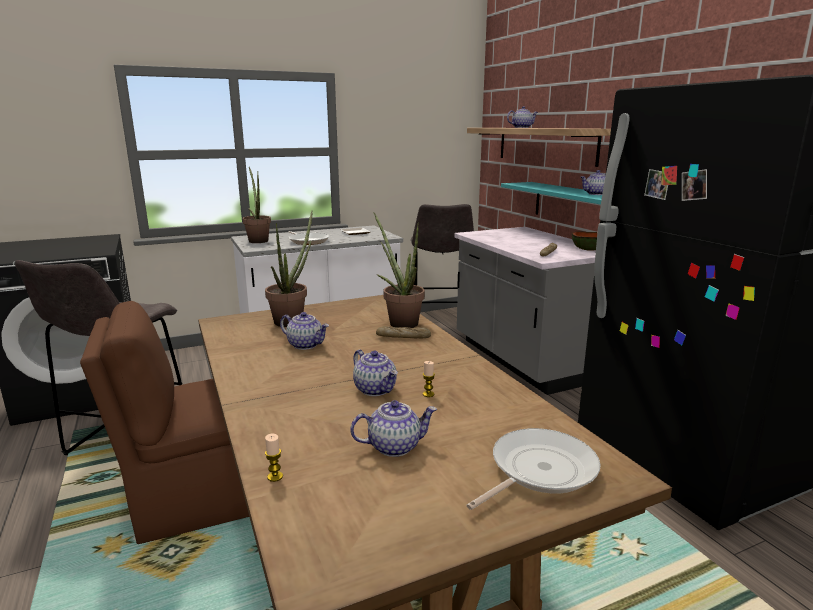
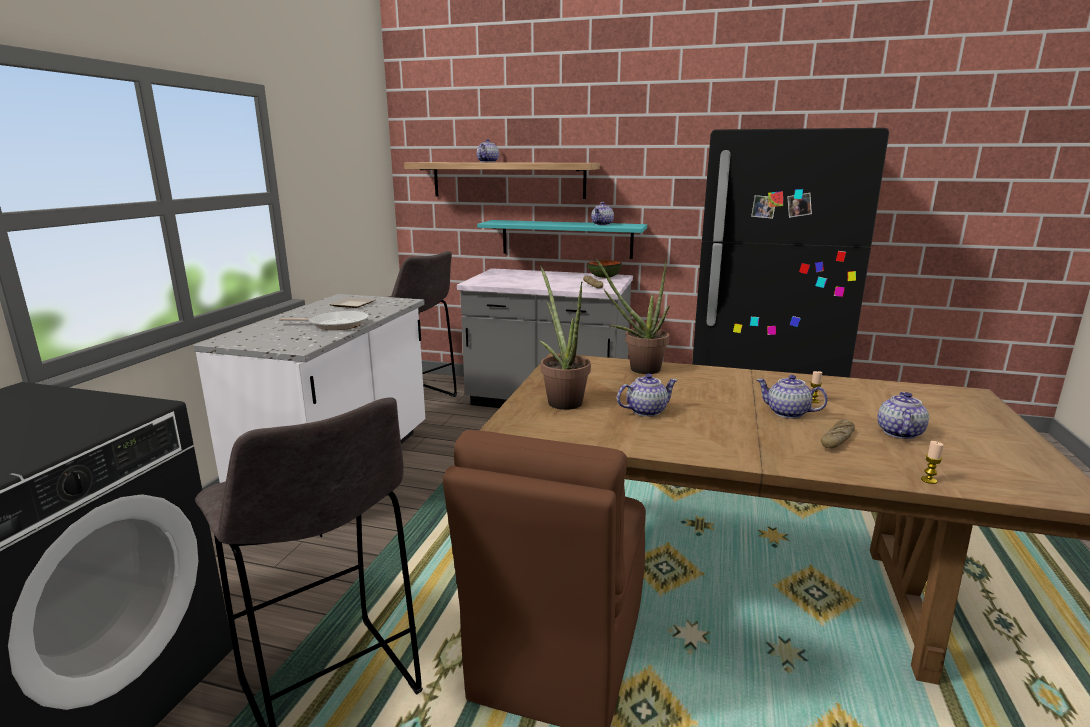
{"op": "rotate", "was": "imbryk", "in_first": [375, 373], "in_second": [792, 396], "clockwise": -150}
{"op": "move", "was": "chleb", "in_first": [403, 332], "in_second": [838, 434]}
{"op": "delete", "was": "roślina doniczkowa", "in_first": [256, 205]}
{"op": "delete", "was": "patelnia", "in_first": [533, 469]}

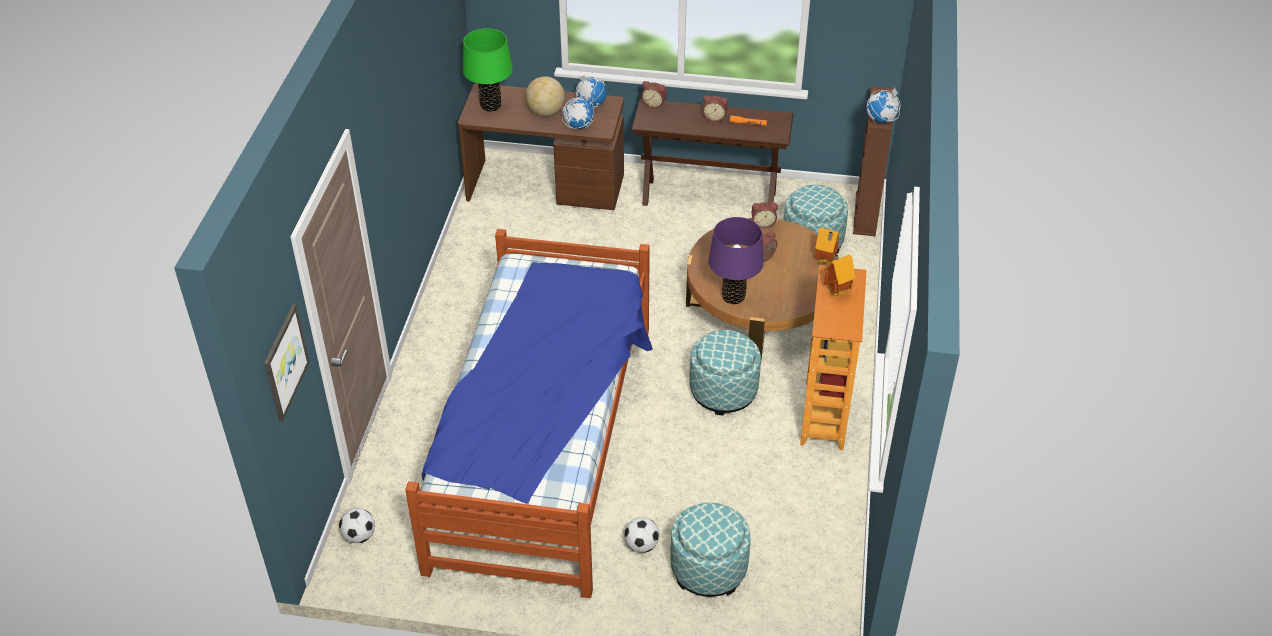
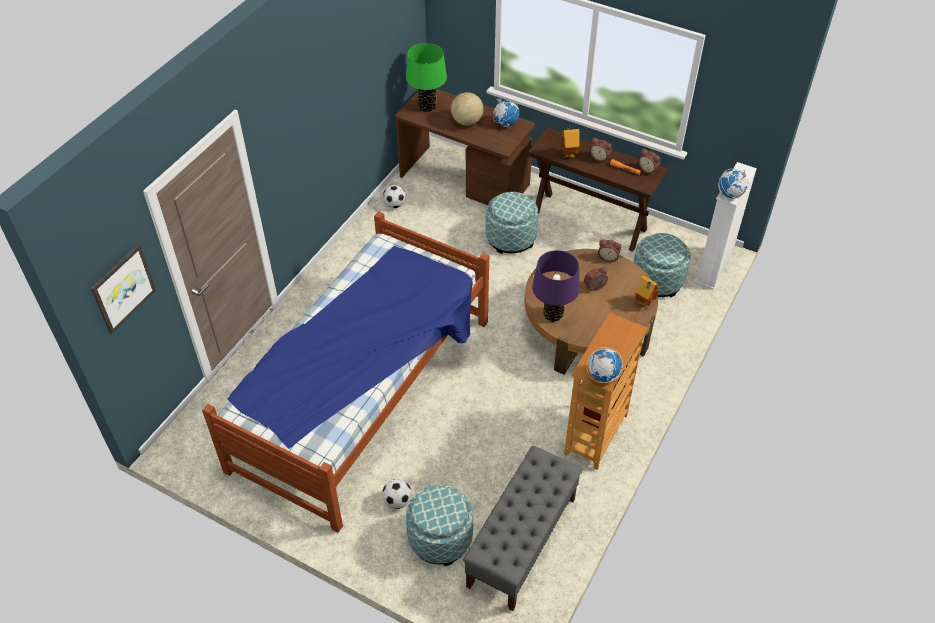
{"op": "move", "was": "piłka futbolowa", "in_first": [357, 525], "in_second": [394, 196]}
{"op": "insert", "now": "ławka [szary]", "in_second": [522, 528]}
{"op": "move", "was": "pufa", "in_first": [725, 372], "in_second": [512, 223]}
{"op": "move", "was": "domek", "in_first": [839, 276], "in_second": [570, 142]}
{"op": "move", "was": "globus", "in_first": [578, 113], "in_second": [604, 365]}
{"op": "move", "was": "budzik", "in_first": [654, 94], "in_second": [649, 161]}
{"op": "recolor", "was": "regał [brązowy]", "now": "regał [biały]", "in_first": [873, 161], "in_second": [726, 225]}

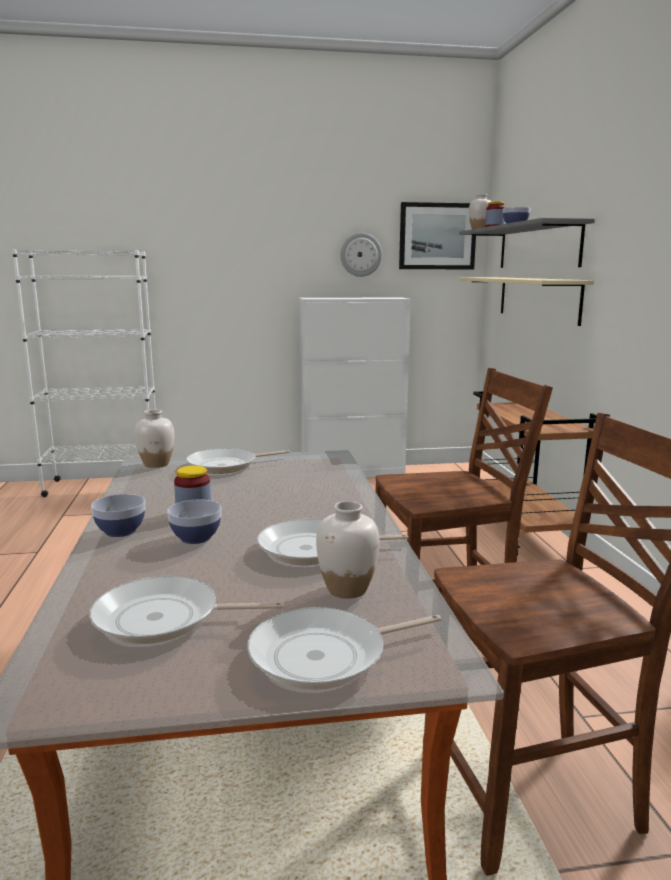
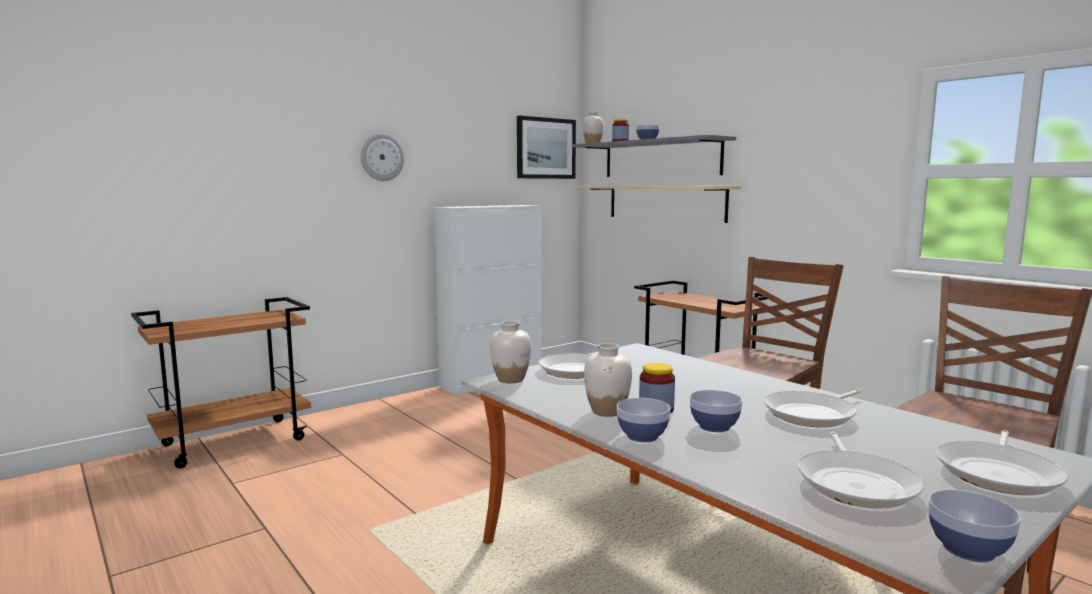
{"op": "replace", "was": "regał [biały]", "now": "wózek [brązowy]", "in_first": [84, 373], "in_second": [221, 383]}
{"op": "move", "was": "zegar ścienny", "in_first": [361, 255], "in_second": [382, 157]}
{"op": "move", "was": "wazon [biały]", "in_first": [347, 550], "in_second": [608, 380]}
{"op": "rotate", "was": "patelnia", "in_first": [186, 610], "in_second": [861, 470], "clockwise": -45}
{"op": "insert", "now": "miska", "in_second": [974, 525]}

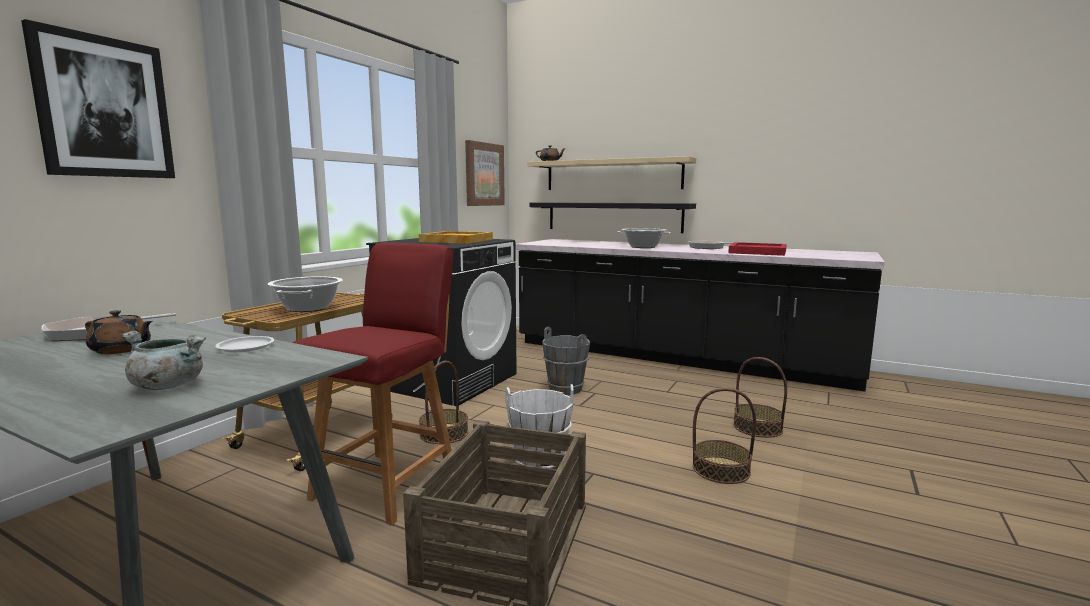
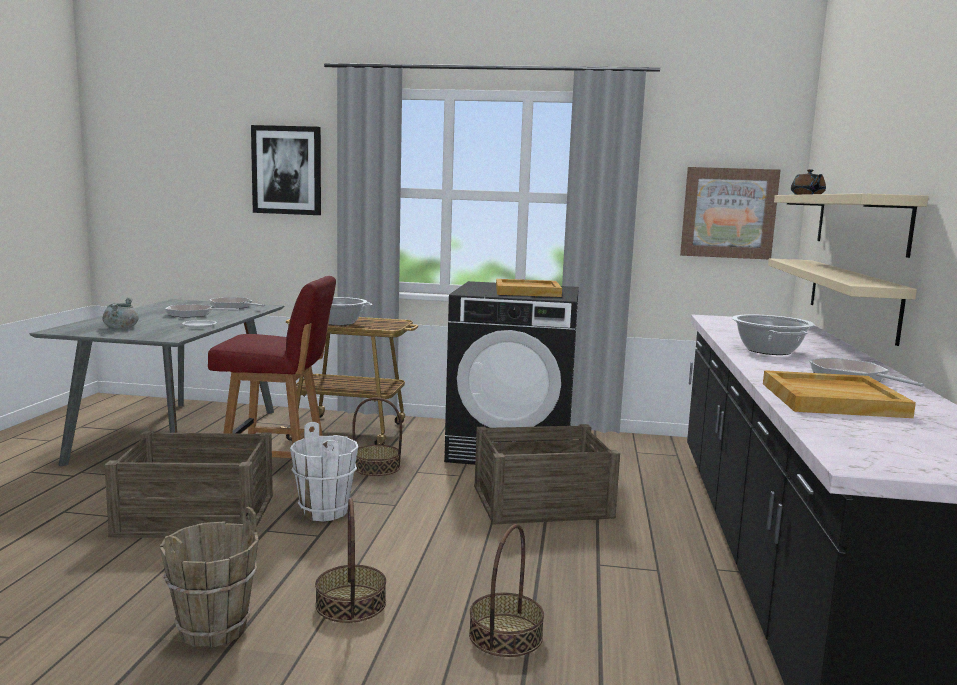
{"op": "insert", "now": "wiadro [brązowy]", "in_second": [209, 577]}
{"op": "replace", "was": "imbryk [brązowy]", "now": "patelnia", "in_first": [119, 332], "in_second": [202, 311]}
{"op": "replace", "was": "wiadro [szary]", "now": "skrzynka", "in_first": [566, 361], "in_second": [547, 474]}
{"op": "recolor", "was": "taca [czerwony]", "now": "taca [beżowy]", "in_first": [757, 249], "in_second": [839, 394]}
{"op": "recolor", "was": "półka [czarny]", "now": "półka [beżowy]", "in_first": [612, 217], "in_second": [842, 302]}

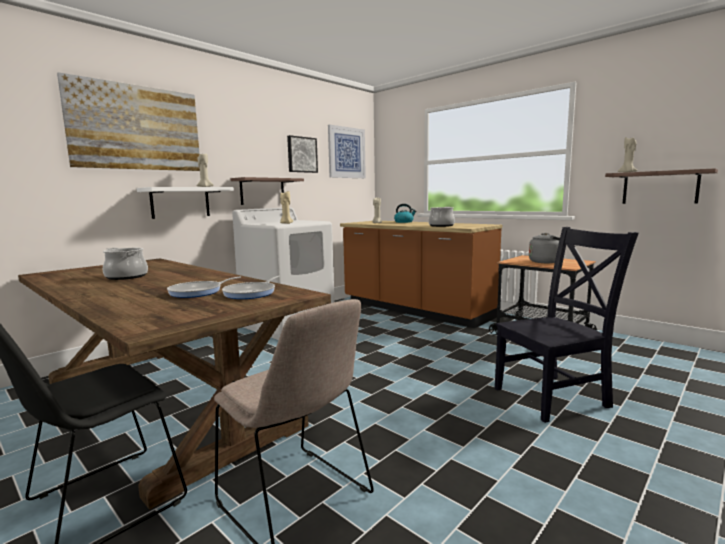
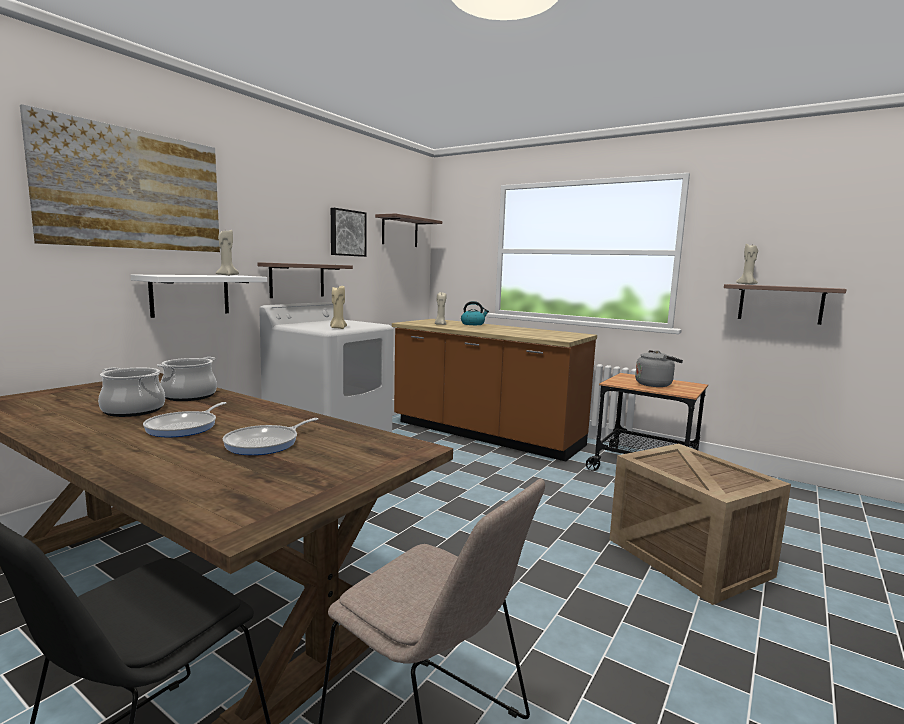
{"op": "move", "was": "patelnia", "in_first": [251, 287], "in_second": [184, 419]}
{"op": "move", "was": "garnek", "in_first": [441, 217], "in_second": [187, 379]}
{"op": "replace", "was": "obraz", "now": "półka", "in_first": [347, 151], "in_second": [408, 230]}
{"op": "replace", "was": "krzesło [czarny]", "now": "skrzynka", "in_first": [567, 325], "in_second": [700, 524]}

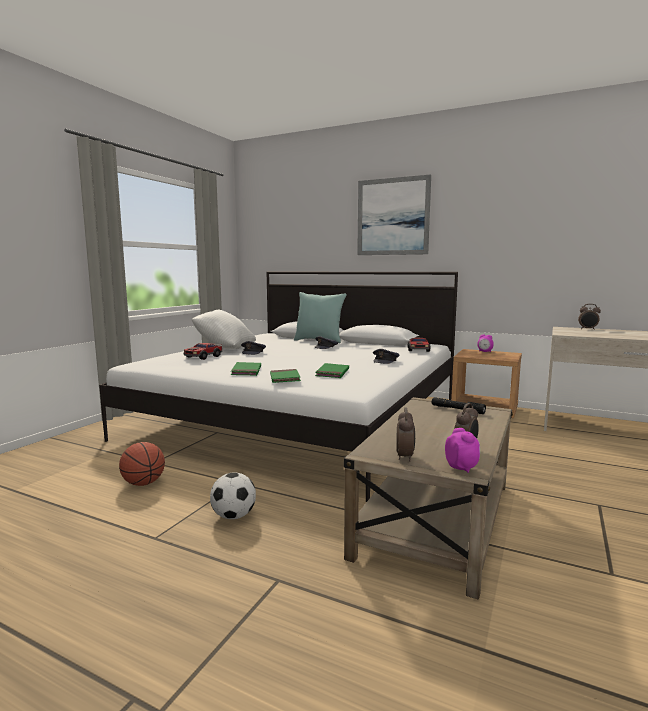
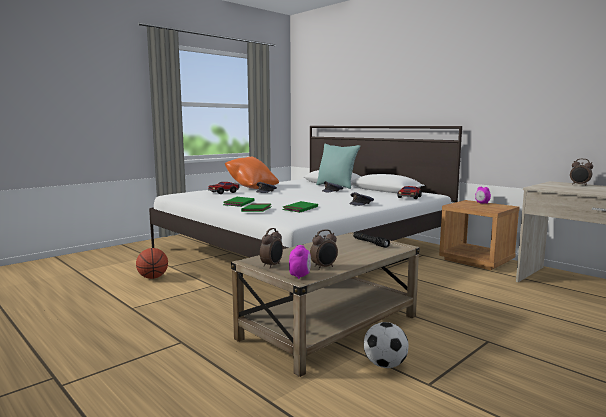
{"op": "recolor", "was": "poduszka [biały]", "now": "poduszka [pomarańczowy]", "in_first": [224, 330], "in_second": [252, 173]}
{"op": "move", "was": "piłka futbolowa", "in_first": [233, 495], "in_second": [386, 345]}
{"op": "delete", "was": "obraz", "in_first": [394, 214]}

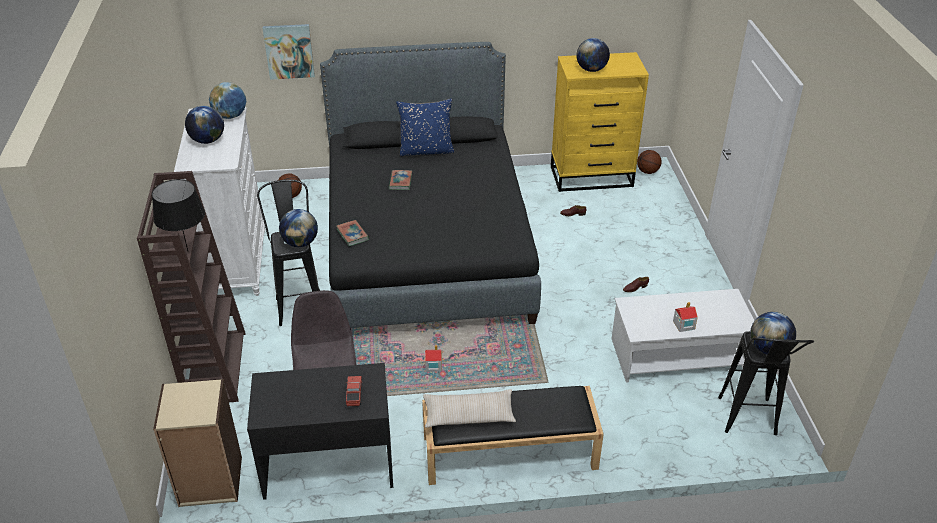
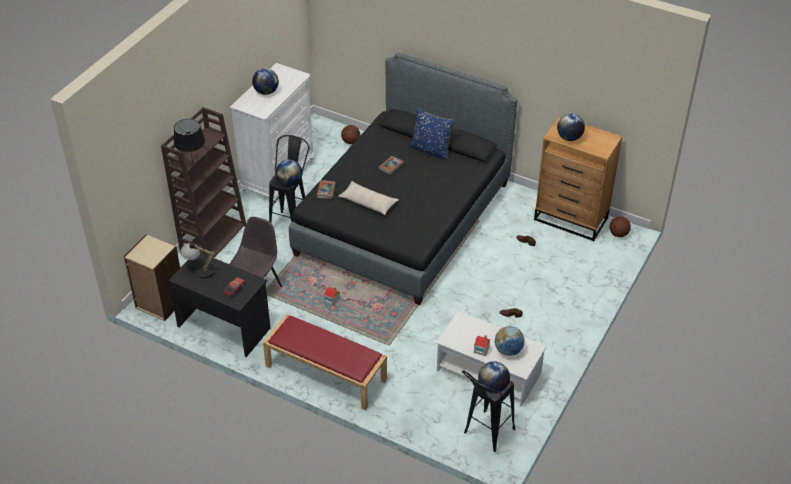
{"op": "insert", "now": "lampa stołowa", "in_second": [200, 260]}
{"op": "recolor", "was": "ławka [czarny]", "now": "ławka [czerwony]", "in_first": [513, 435], "in_second": [325, 362]}
{"op": "move", "was": "poduszka [beżowy]", "in_first": [469, 408], "in_second": [368, 198]}
{"op": "move", "was": "globus", "in_first": [227, 100], "in_second": [510, 341]}
{"op": "recolor", "was": "komoda [żółty]", "now": "komoda [brązowy]", "in_first": [600, 122], "in_second": [578, 178]}
{"op": "delete", "was": "obraz", "in_first": [289, 52]}

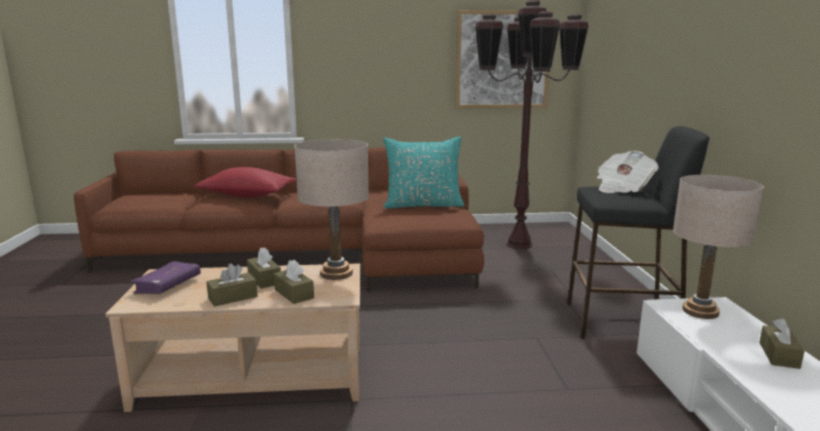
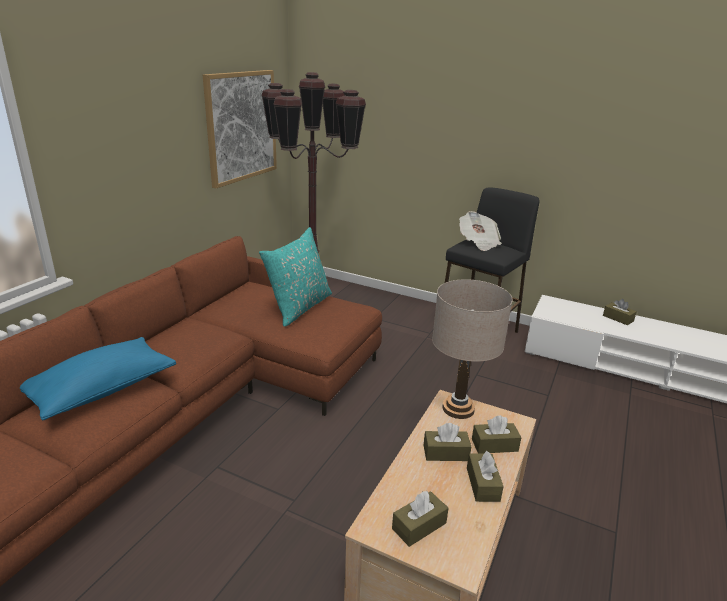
{"op": "recolor", "was": "poduszka [czerwony]", "now": "poduszka [niebieski]", "in_first": [245, 182], "in_second": [98, 378]}
{"op": "replace", "was": "książka [fioletowy]", "now": "pudełko chusteczek [brązowy]", "in_first": [166, 277], "in_second": [420, 519]}
{"op": "delete", "was": "lampa stołowa [beżowy]", "in_first": [718, 247]}

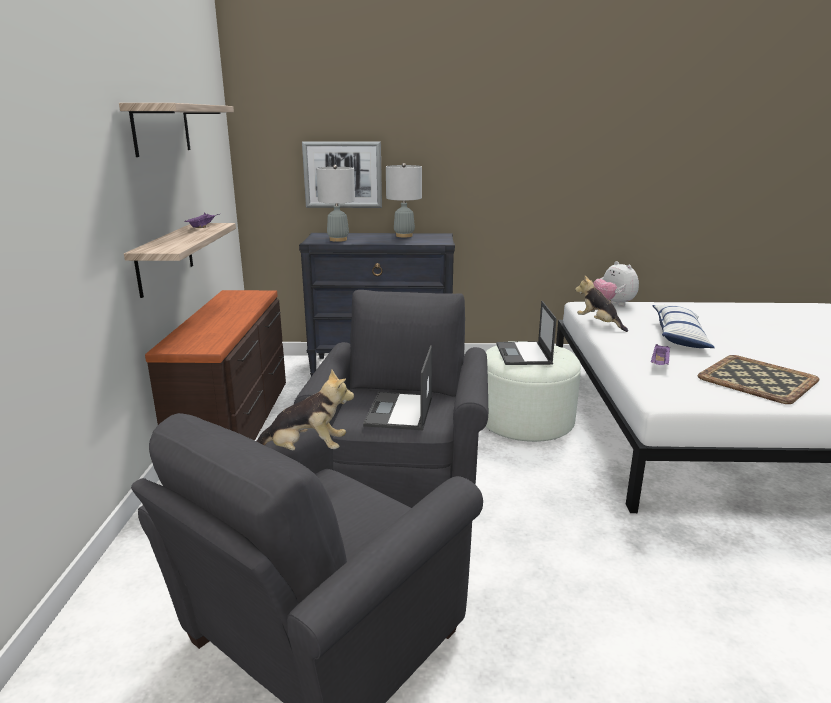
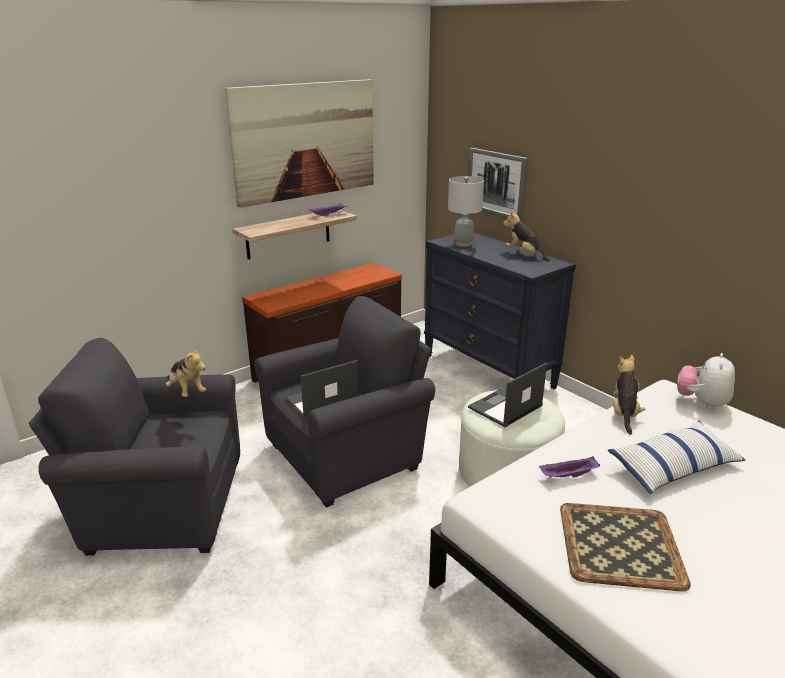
{"op": "replace", "was": "półka", "now": "obraz", "in_first": [176, 130], "in_second": [299, 143]}
{"op": "replace", "was": "lampa stołowa [szary]", "now": "pluszak", "in_first": [404, 200], "in_second": [526, 236]}

